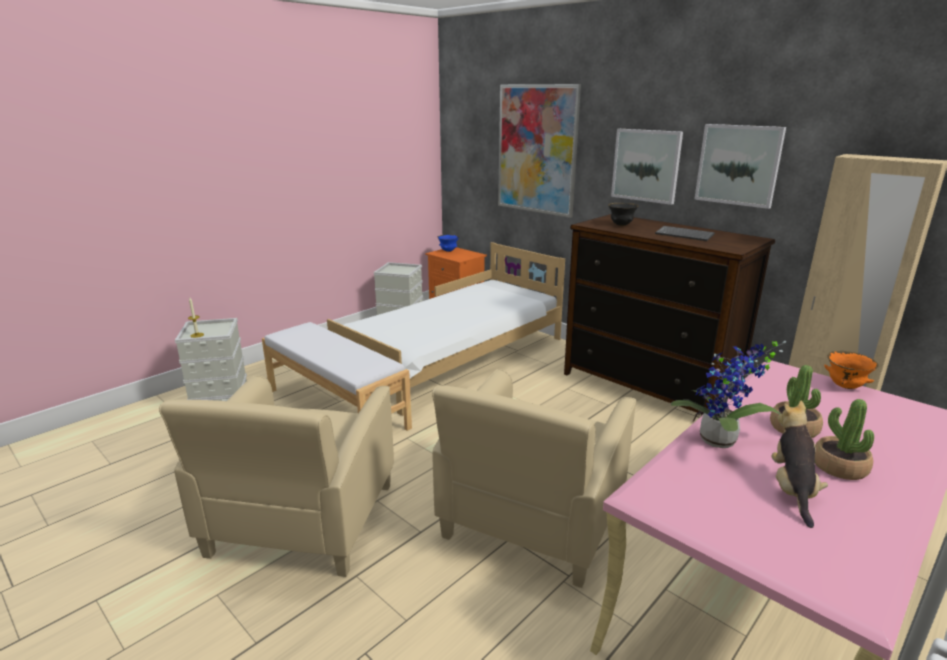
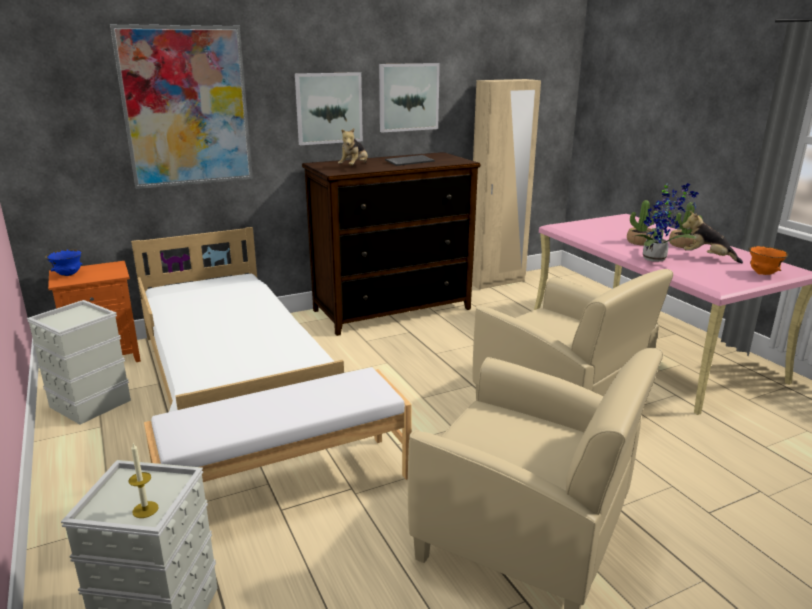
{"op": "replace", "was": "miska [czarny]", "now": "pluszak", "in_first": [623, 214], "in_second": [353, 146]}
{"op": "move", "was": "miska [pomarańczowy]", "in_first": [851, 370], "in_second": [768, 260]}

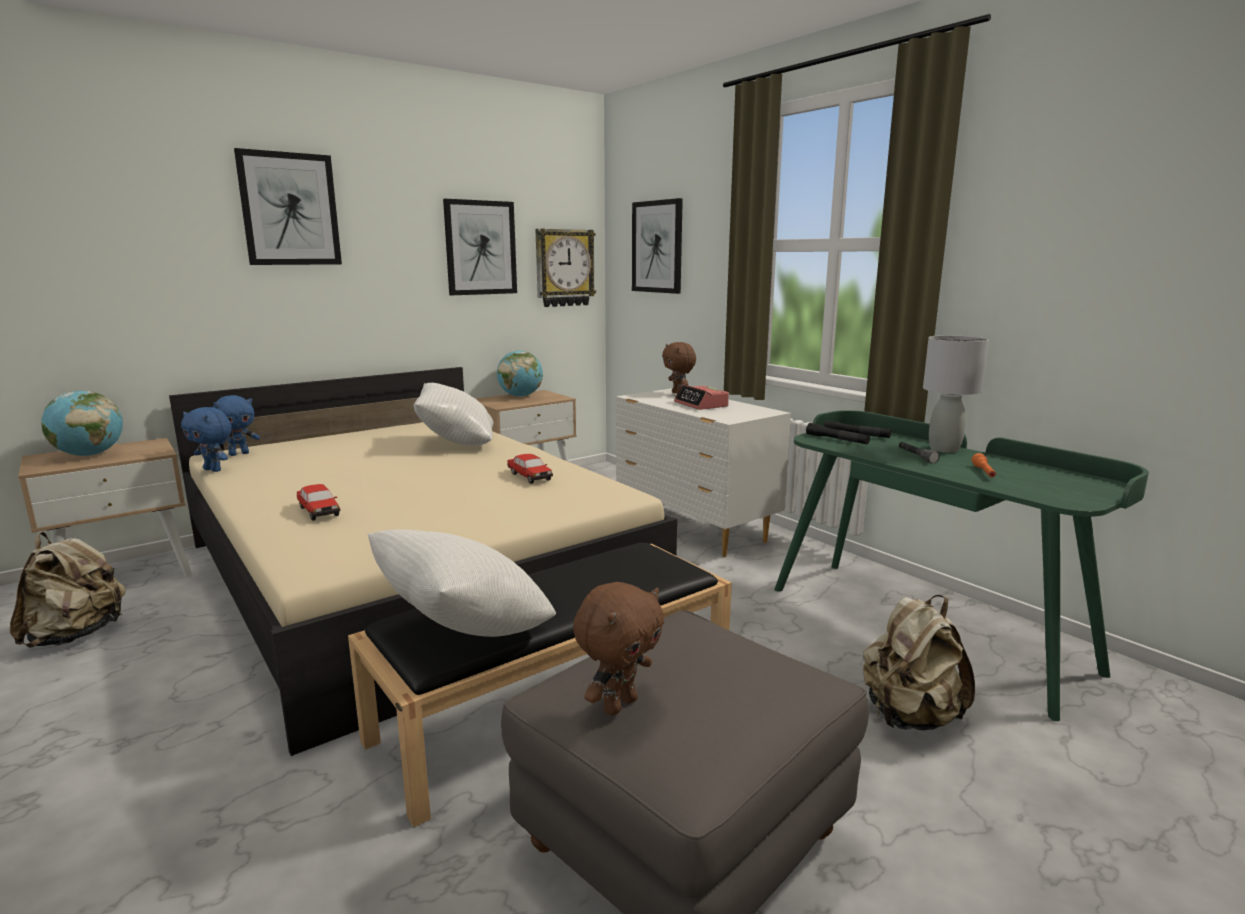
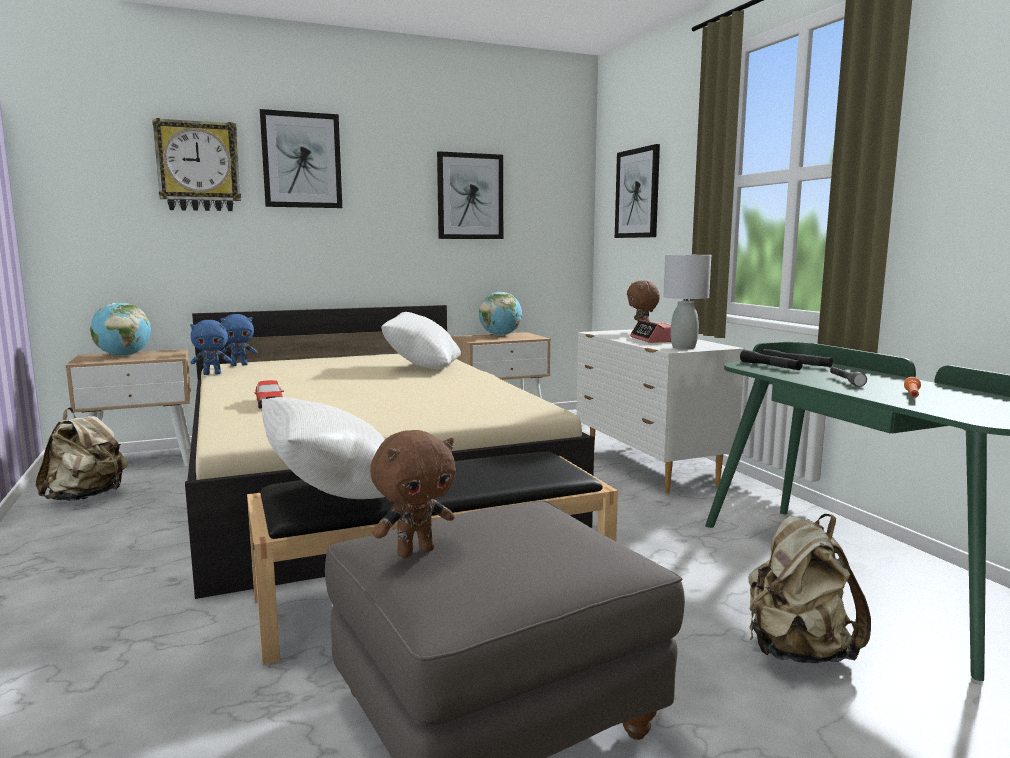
{"op": "move", "was": "zegar ścienny", "in_first": [565, 268], "in_second": [196, 164]}
{"op": "rotate", "was": "pluszak [niebieski]", "in_first": [206, 439], "in_second": [211, 347], "clockwise": -60}
{"op": "move", "was": "lampa stołowa [szary]", "in_first": [956, 394], "in_second": [687, 302]}
{"op": "delete", "was": "samochodzik", "in_first": [530, 469]}

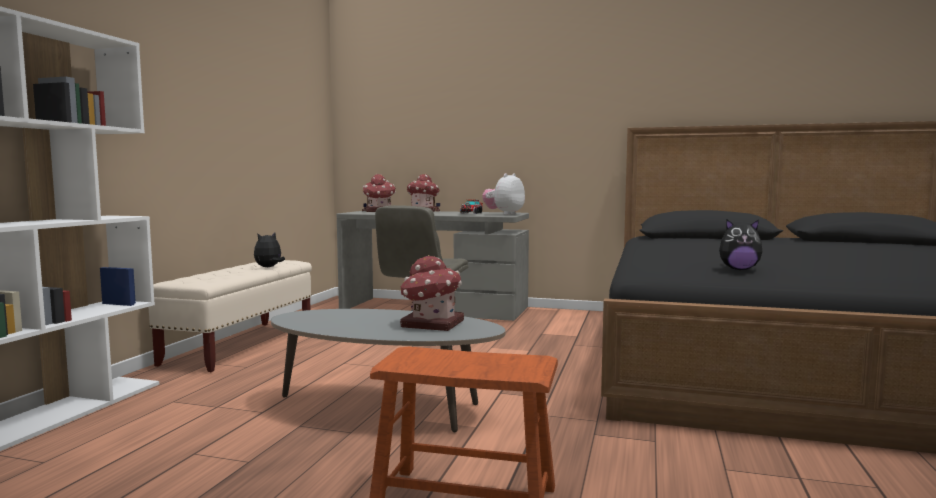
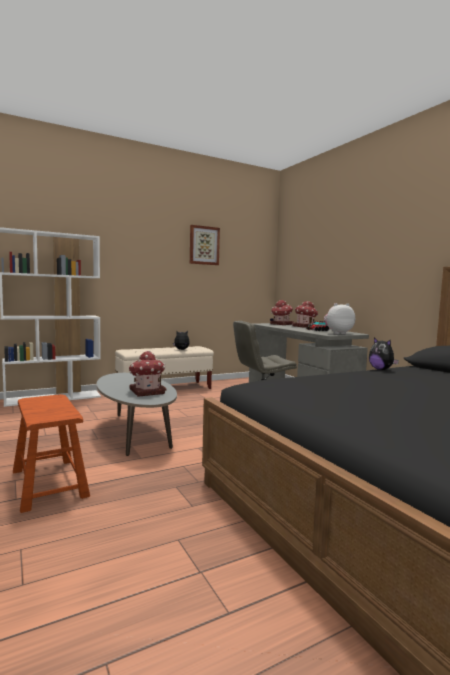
{"op": "insert", "now": "obraz", "in_second": [205, 245]}
{"op": "move", "was": "pluszak", "in_first": [740, 244], "in_second": [384, 354]}

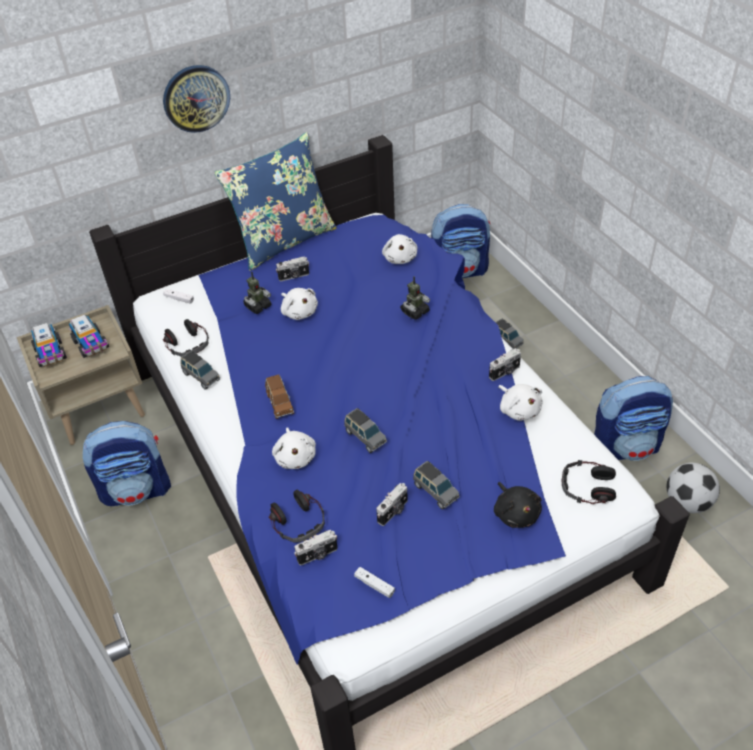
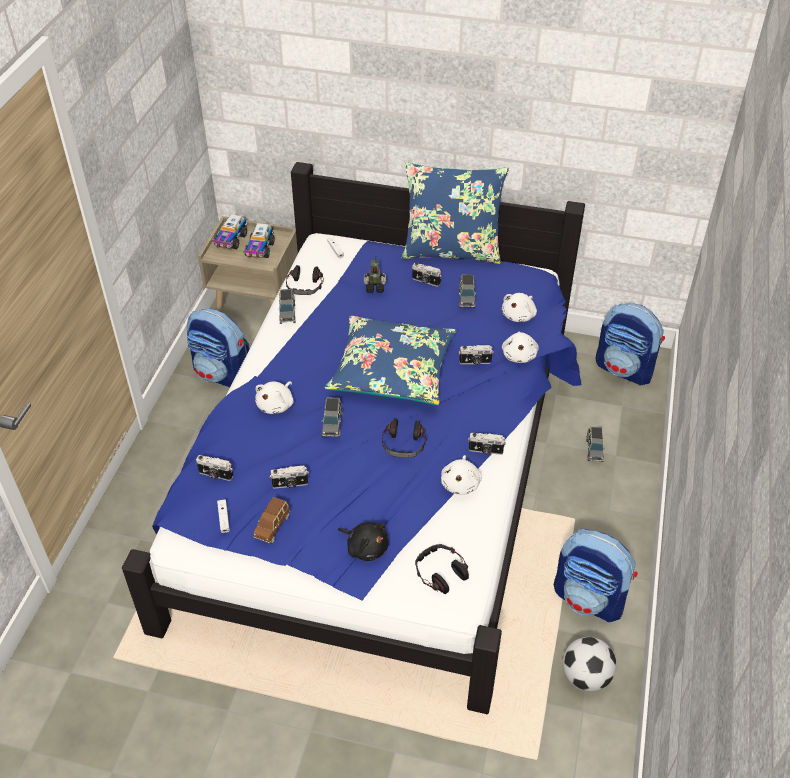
{"op": "move", "was": "samochodzik [brązowy]", "in_first": [279, 396], "in_second": [271, 520]}
{"op": "insert", "now": "poduszka [niebieski]", "in_second": [391, 360]}
{"op": "rotate", "was": "pluszak [czarny]", "in_first": [518, 505], "in_second": [363, 541], "clockwise": -75}
{"op": "move", "was": "słuchawki", "in_first": [297, 516], "in_second": [404, 438]}
{"op": "move", "was": "samochodzik [szary]", "in_first": [436, 485], "in_second": [467, 291]}
{"op": "replace", "was": "robot zabawkowy", "now": "aparat fotograficzny", "in_first": [415, 298], "in_second": [476, 355]}
{"op": "move", "was": "pluszak [biały]", "in_first": [299, 304], "in_second": [520, 347]}
{"op": "delete", "was": "zegar ścienny", "in_first": [196, 99]}

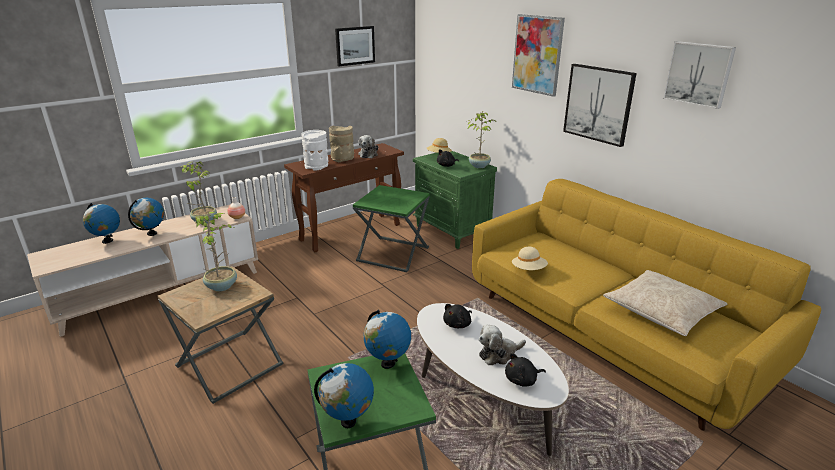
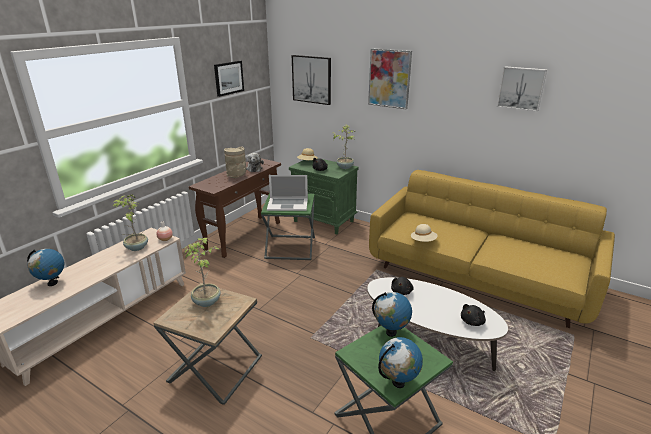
{"op": "insert", "now": "laptop", "in_second": [287, 193]}
{"op": "move", "was": "obraz", "in_first": [600, 105], "in_second": [311, 80]}
{"op": "delete", "was": "globus", "in_first": [146, 217]}
{"op": "delete", "was": "wazon [biały]", "in_first": [314, 150]}
{"op": "delete", "was": "pluszak", "in_first": [502, 344]}
{"op": "delete", "was": "poduszka [beżowy]", "in_first": [665, 303]}

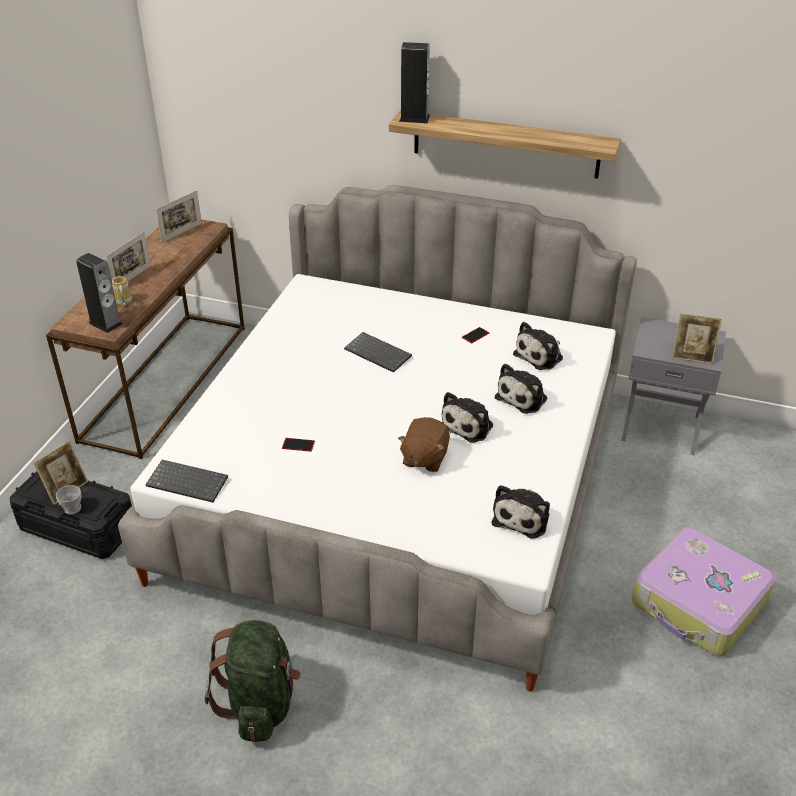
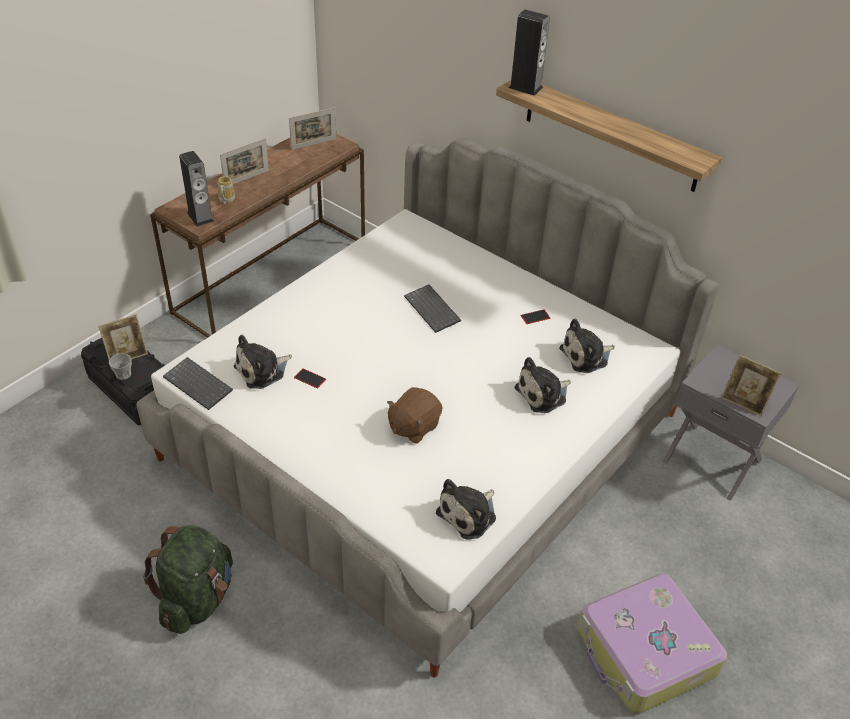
{"op": "move", "was": "pluszak", "in_first": [467, 417], "in_second": [263, 362]}

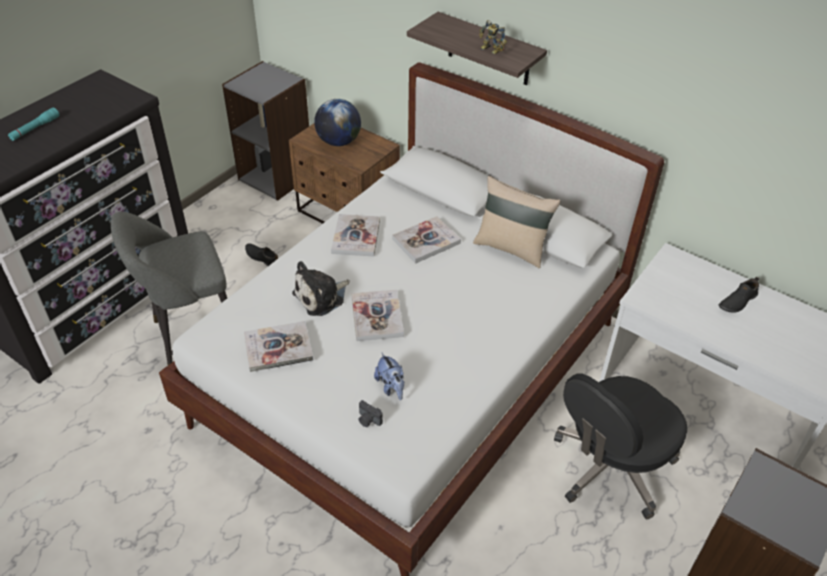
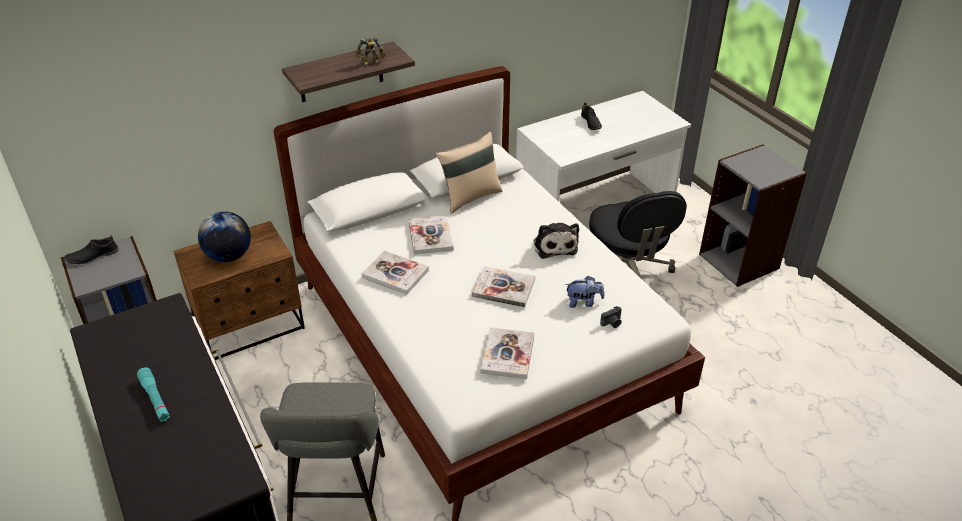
{"op": "move", "was": "but [czarny]", "in_first": [261, 254], "in_second": [91, 249]}
{"op": "move", "was": "pluszak", "in_first": [321, 288], "in_second": [556, 241]}

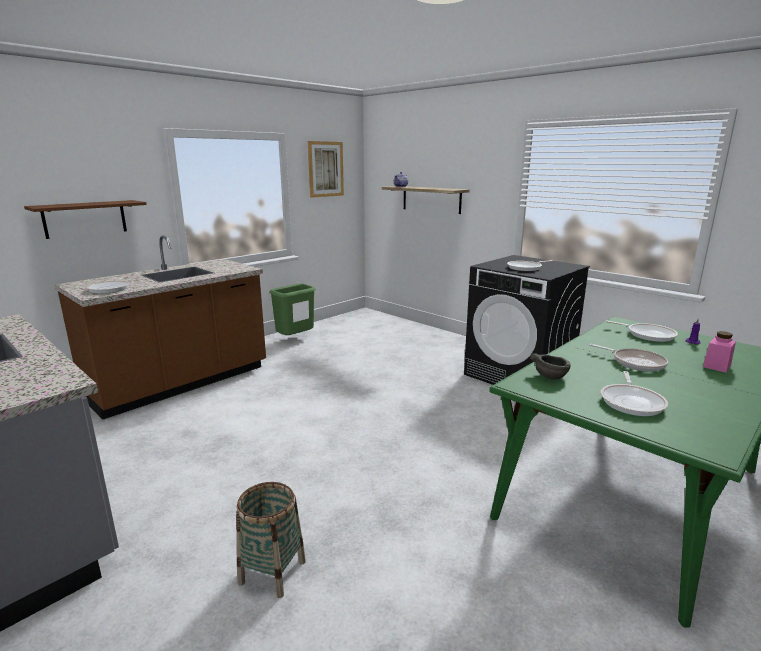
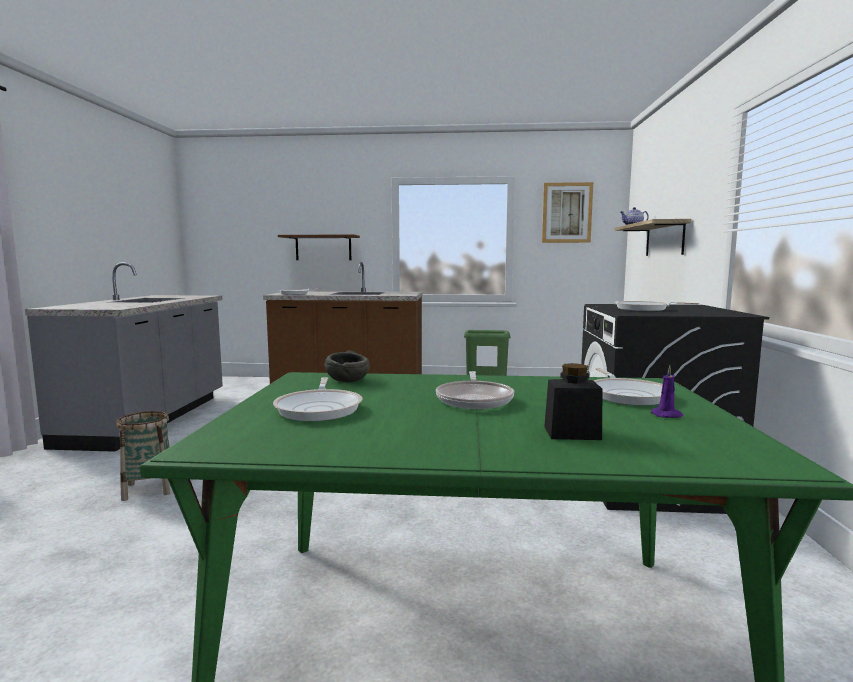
{"op": "rotate", "was": "patelnia", "in_first": [634, 393], "in_second": [318, 399], "clockwise": -75}
{"op": "recolor", "was": "słoik [różowy]", "now": "słoik [czarny]", "in_first": [719, 352], "in_second": [573, 401]}

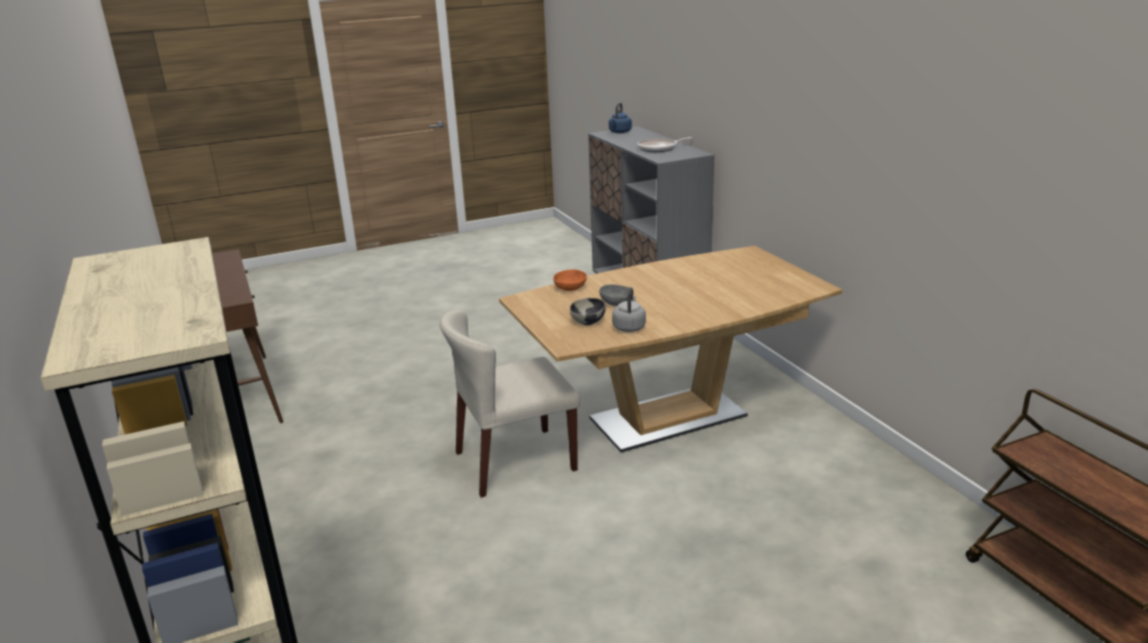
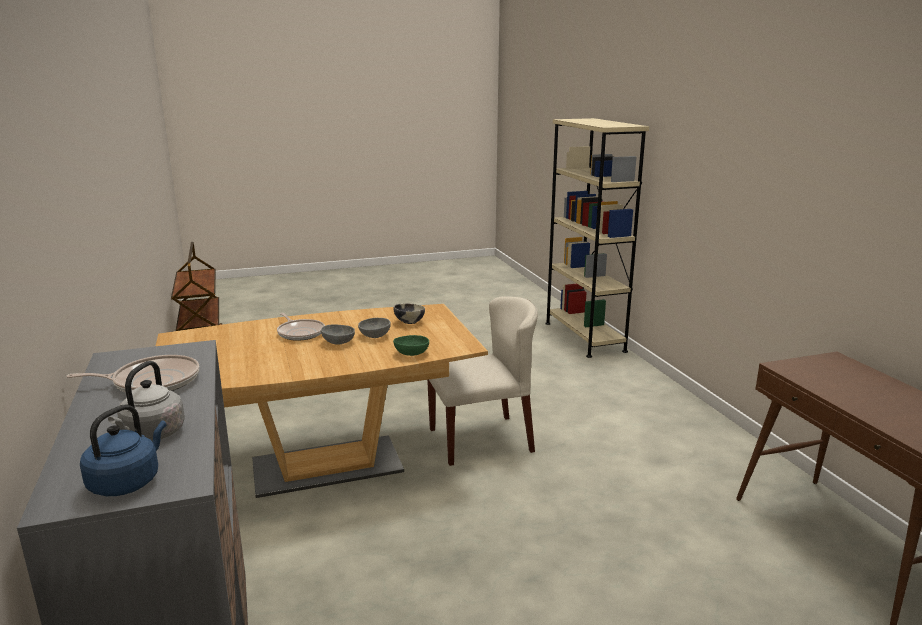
{"op": "move", "was": "czajnik [szary]", "in_first": [629, 309], "in_second": [146, 401]}
{"op": "insert", "now": "patelnia", "in_second": [301, 327]}
{"op": "insert", "now": "miska [szary]", "in_second": [338, 334]}
{"op": "recolor", "was": "miska [pomarańczowy]", "now": "miska [zielony]", "in_first": [570, 280], "in_second": [411, 345]}

